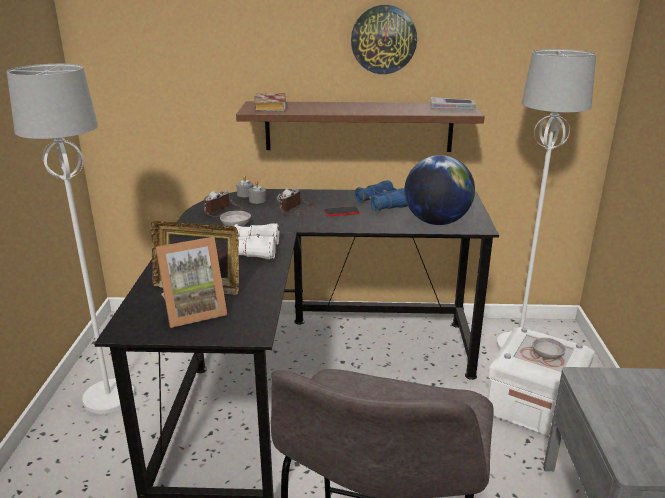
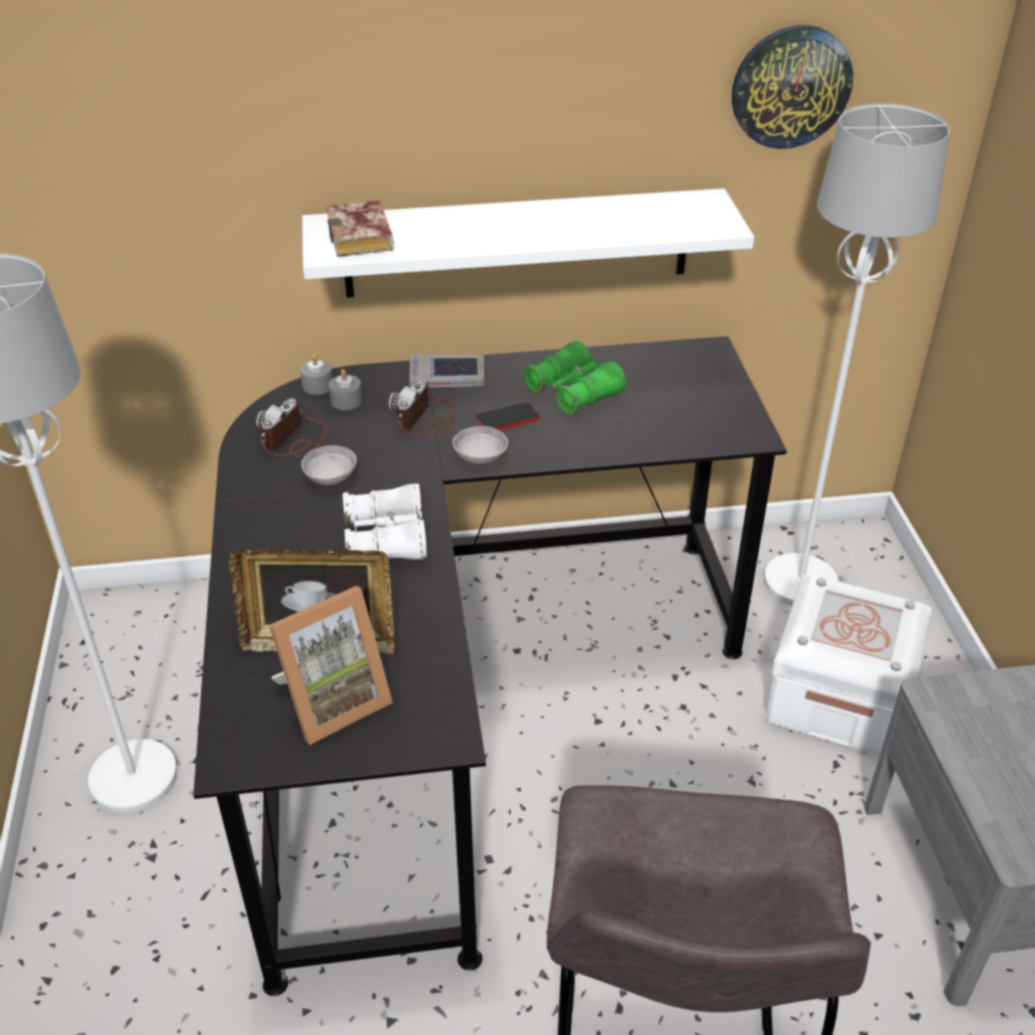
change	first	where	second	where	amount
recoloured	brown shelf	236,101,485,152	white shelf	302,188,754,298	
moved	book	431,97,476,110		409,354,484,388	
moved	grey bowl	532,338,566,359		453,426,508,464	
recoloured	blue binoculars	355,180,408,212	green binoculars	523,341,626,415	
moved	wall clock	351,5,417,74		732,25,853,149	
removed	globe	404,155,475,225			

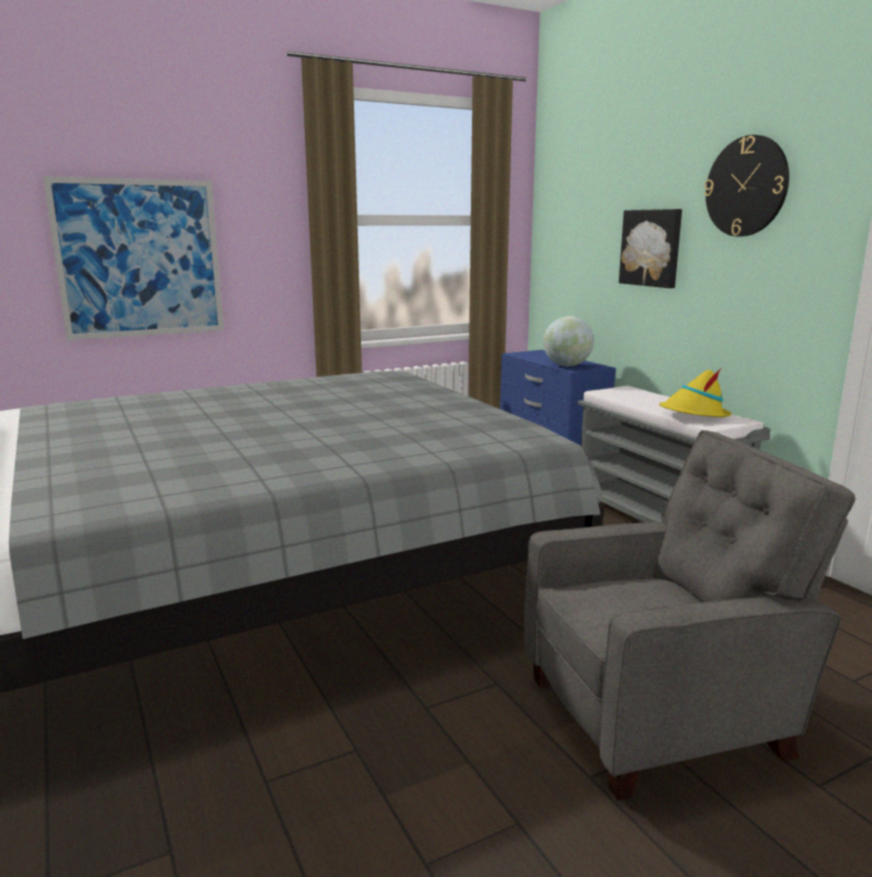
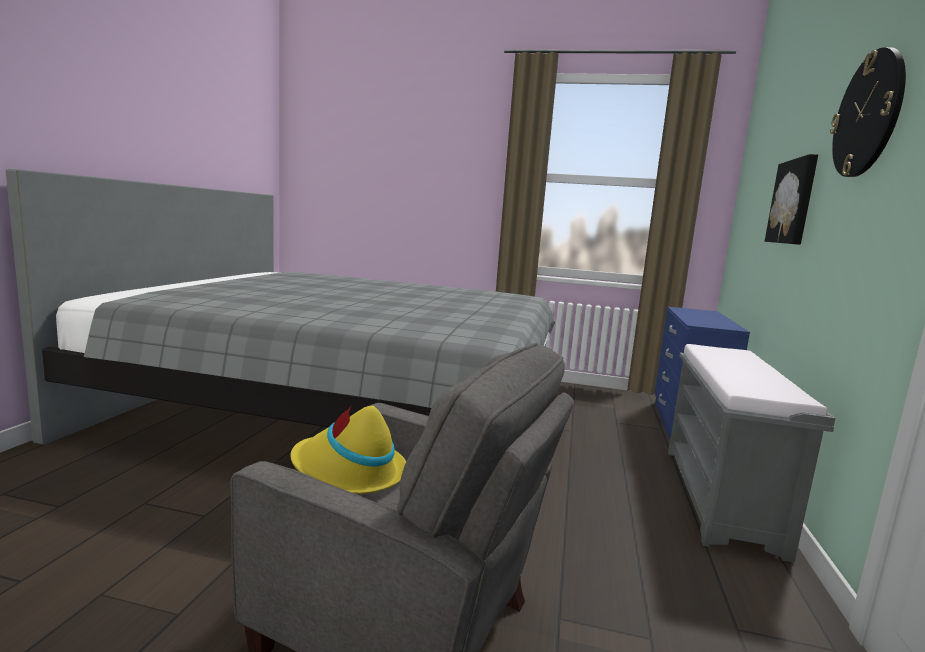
change	first	where	second	where	amount
moved	yellow hat	659,368,732,417		290,406,406,494	
removed	picture	43,176,224,340			
removed	globe	543,316,594,367			

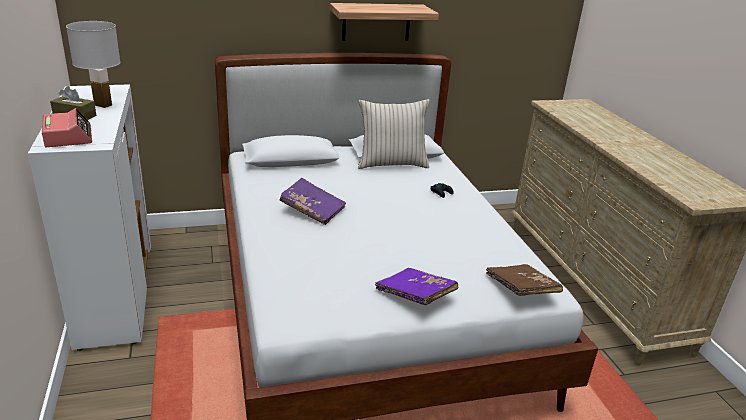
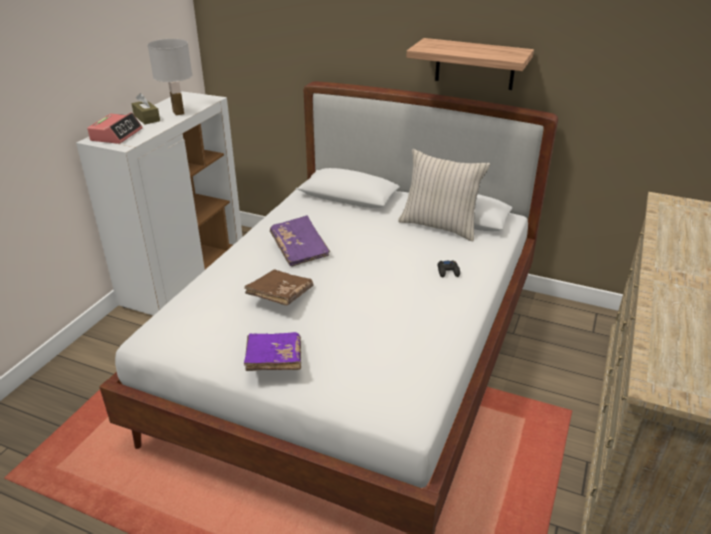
change	first	where	second	where	amount
moved	brown book	486,264,563,296		244,269,313,306	

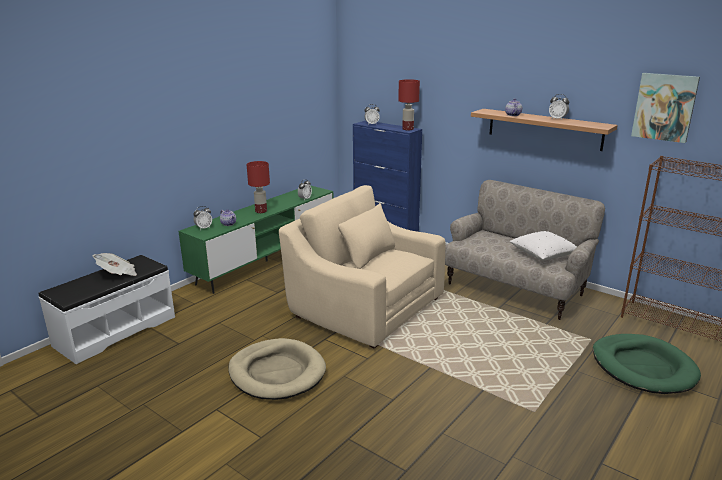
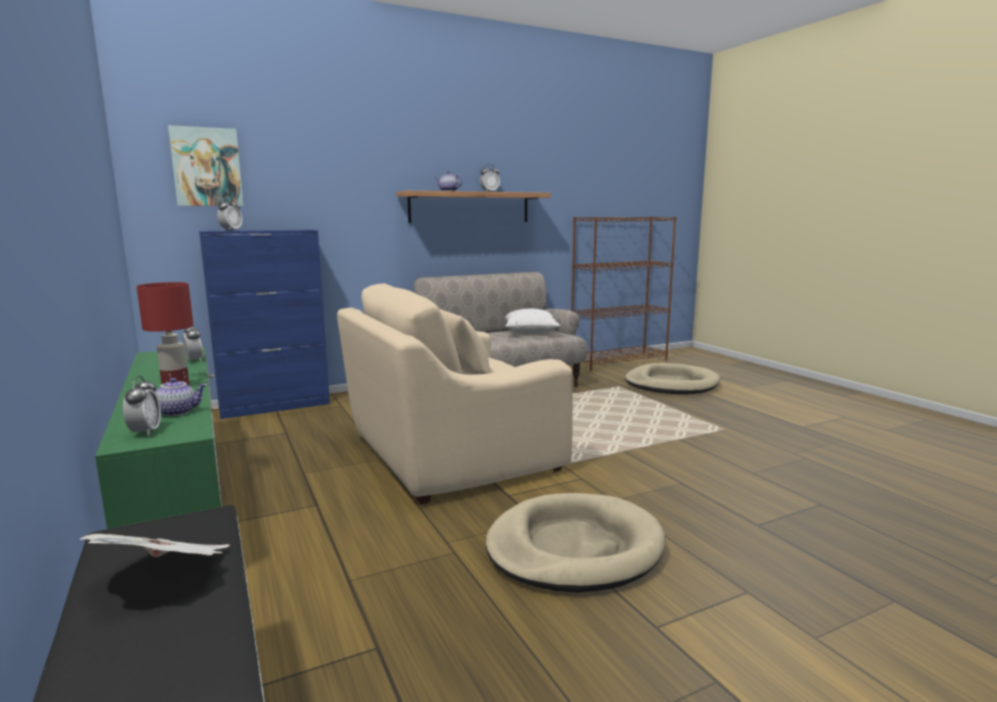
change	first	where	second	where	amount
moved	picture	631,73,700,143		168,125,244,206	
recoloured	green dog bed	593,334,701,394	beige dog bed	625,363,720,394	
removed	red table lamp	398,79,420,130			

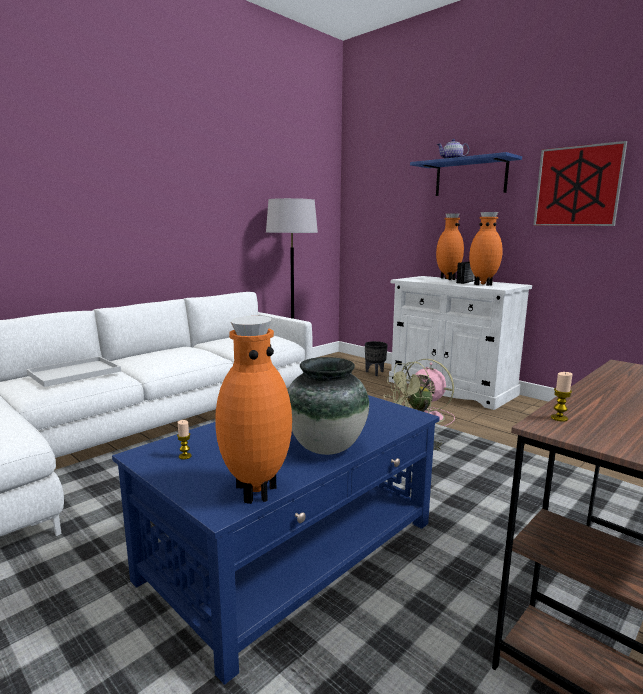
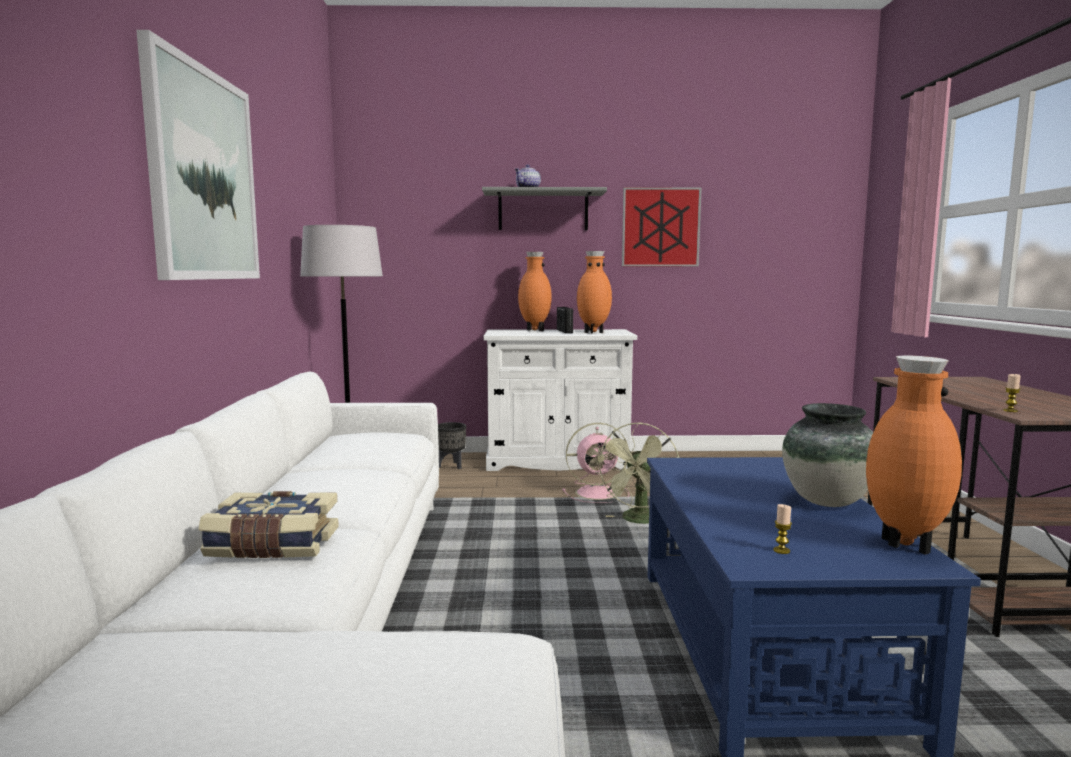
change	first	where	second	where	amount
added			picture	136,30,260,280	
replaced	white tray	26,356,121,387	book	198,491,339,558	
recoloured	blue shelf	410,152,522,196	grey shelf	482,187,607,230	

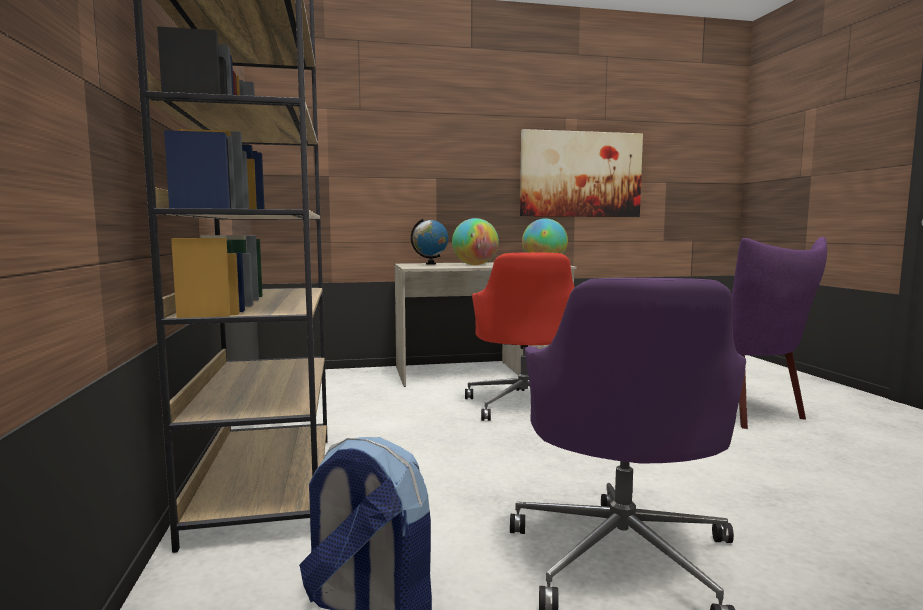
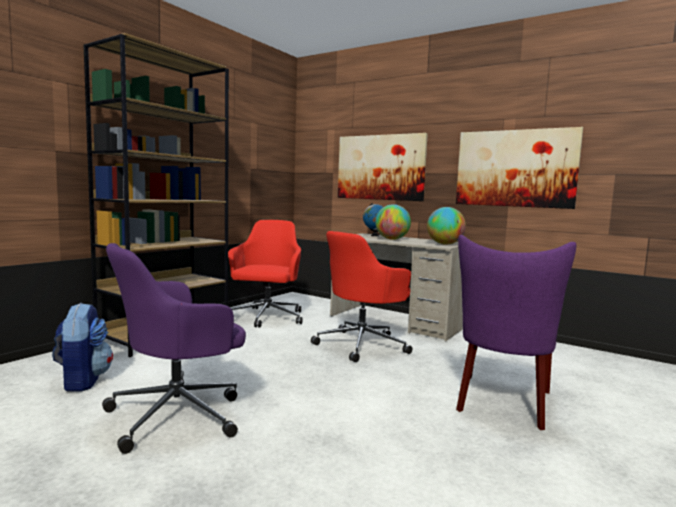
change	first	where	second	where	amount
added			red office chair	228,220,303,327	
added			picture	338,133,428,201	

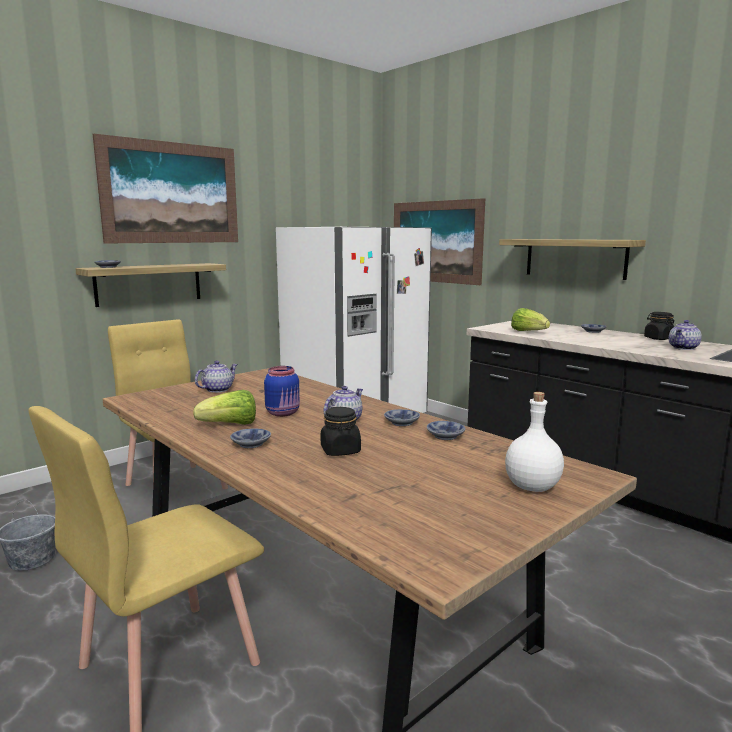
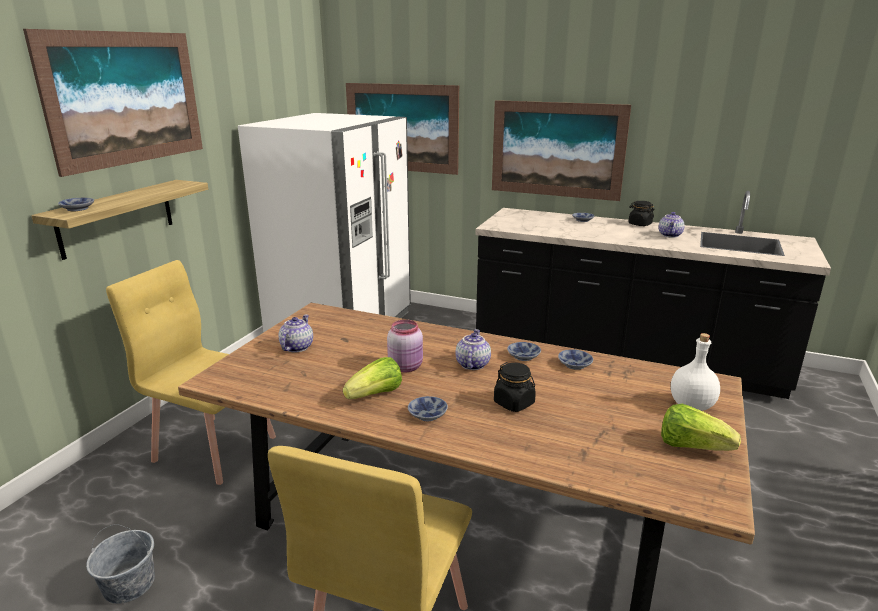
change	first	where	second	where	amount
recoloured	blue jar	264,366,300,417	pink jar	387,320,423,372	
replaced	shelf	499,239,646,280	picture	492,100,631,201	
moved	lettuce	511,308,550,331		661,404,741,451	

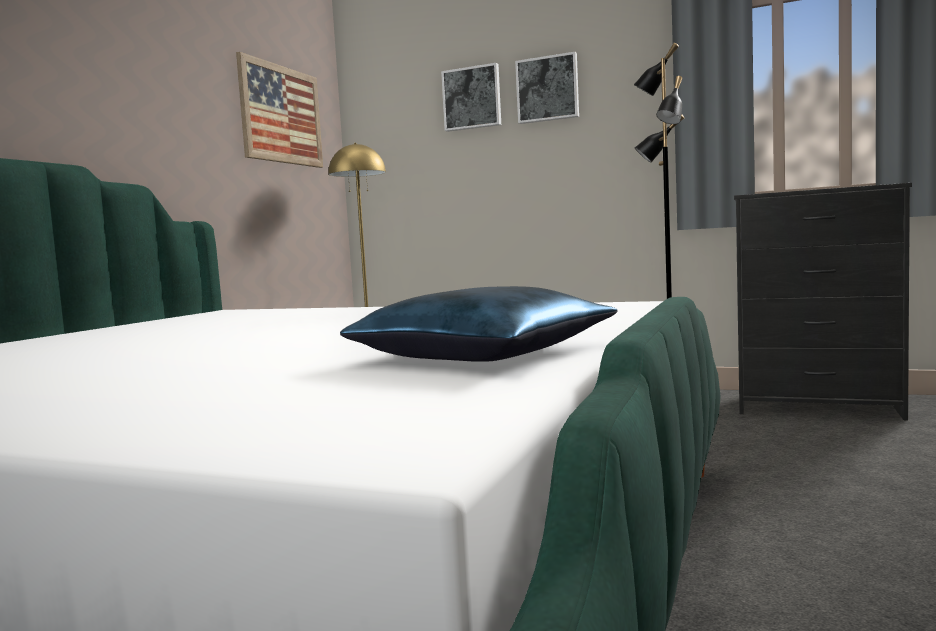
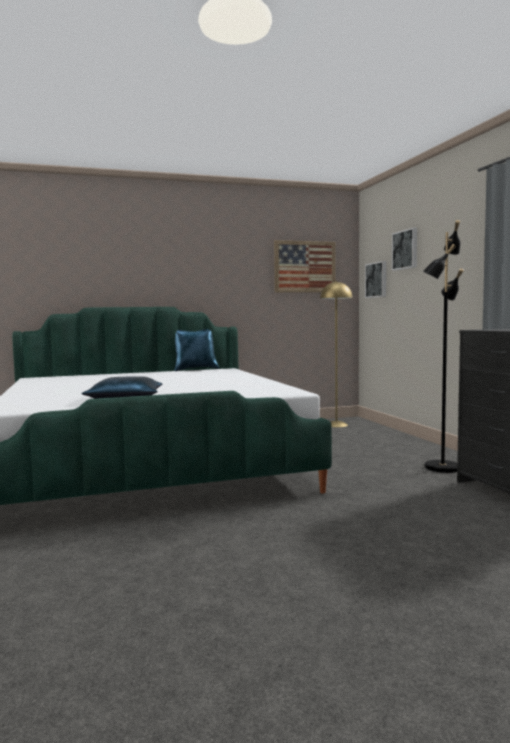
change	first	where	second	where	amount
added			blue pillow	174,329,219,371	
moved	picture	515,52,579,124		365,261,386,298	

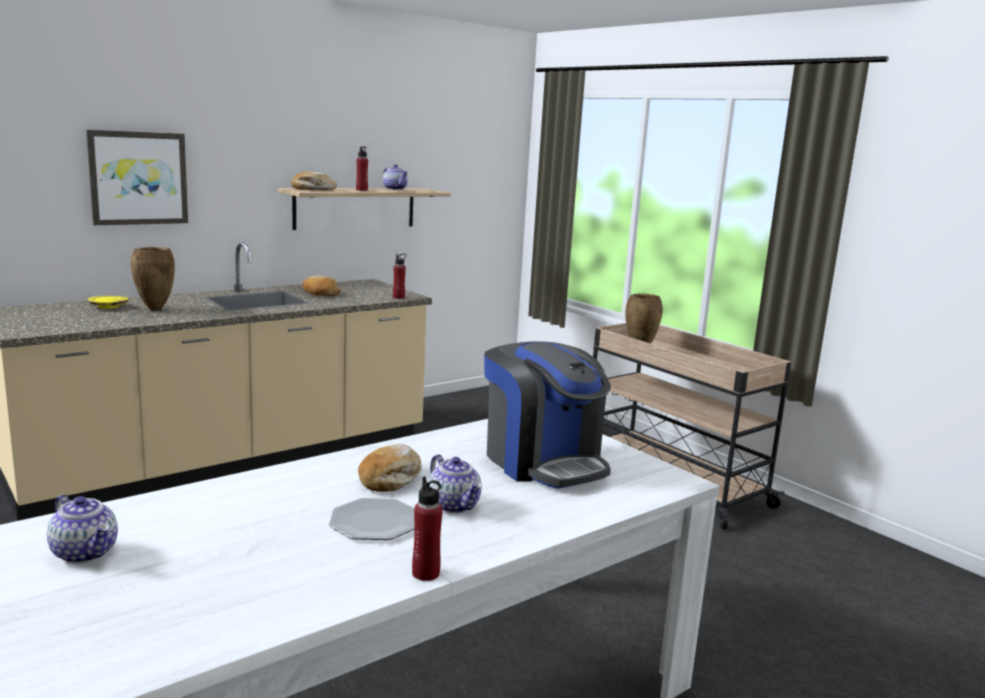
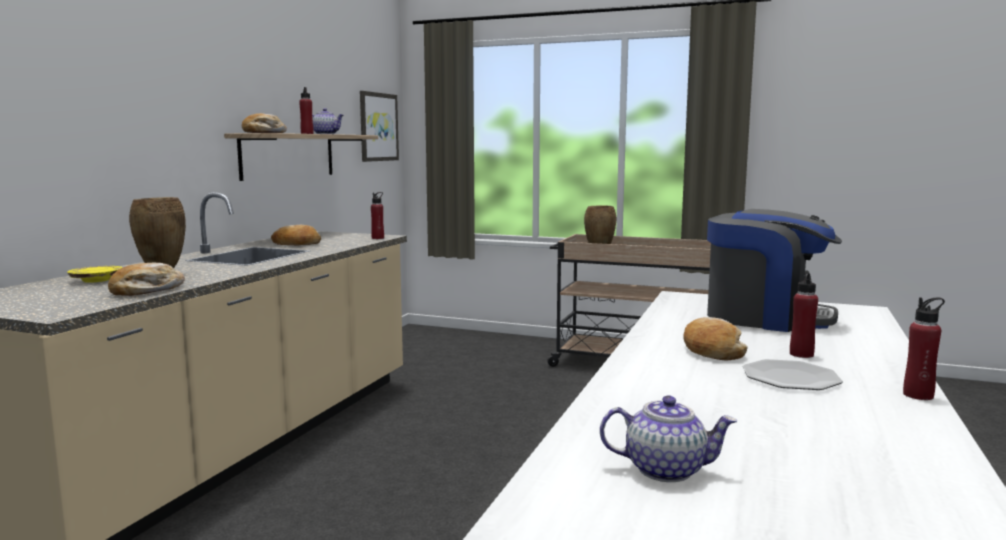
change	first	where	second	where	amount
added			bread	108,263,185,296	
moved	picture	86,130,188,225		360,91,399,162	
replaced	teapot	429,454,482,513	red bottle	790,270,818,358	

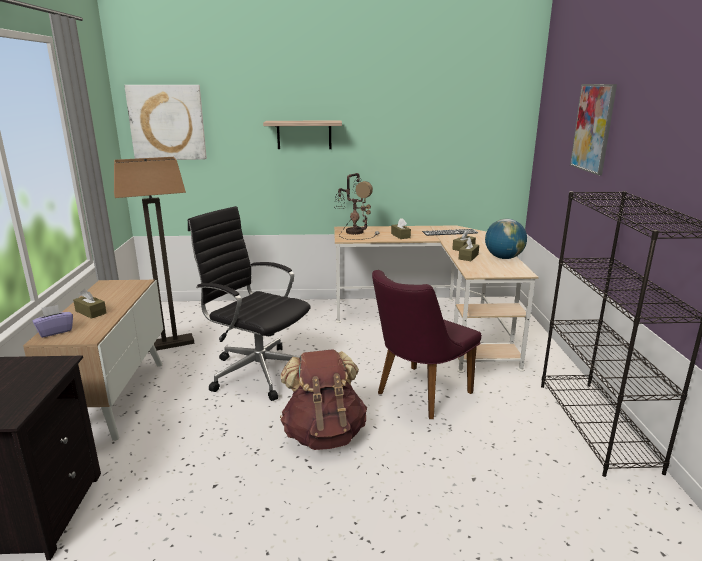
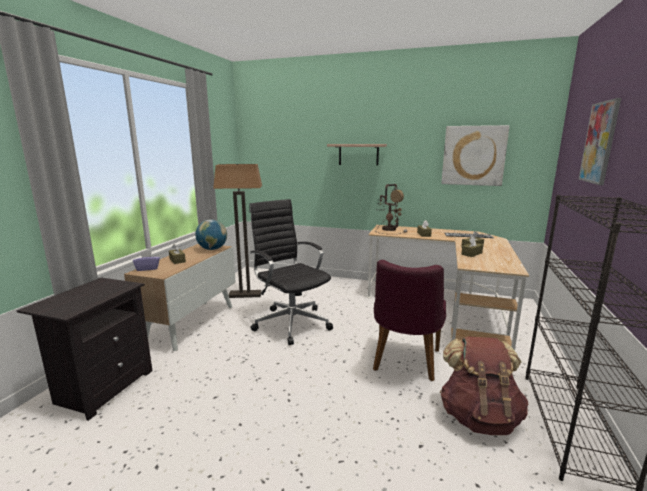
change	first	where	second	where	amount
moved	globe	485,219,527,259		195,219,227,250	
turned	purple chair	372,270,482,419		373,260,446,381	45 degrees counterclockwise
moved	brown backpack	280,349,367,450		440,336,528,435	
moved	picture	124,85,207,160		441,125,510,186	

